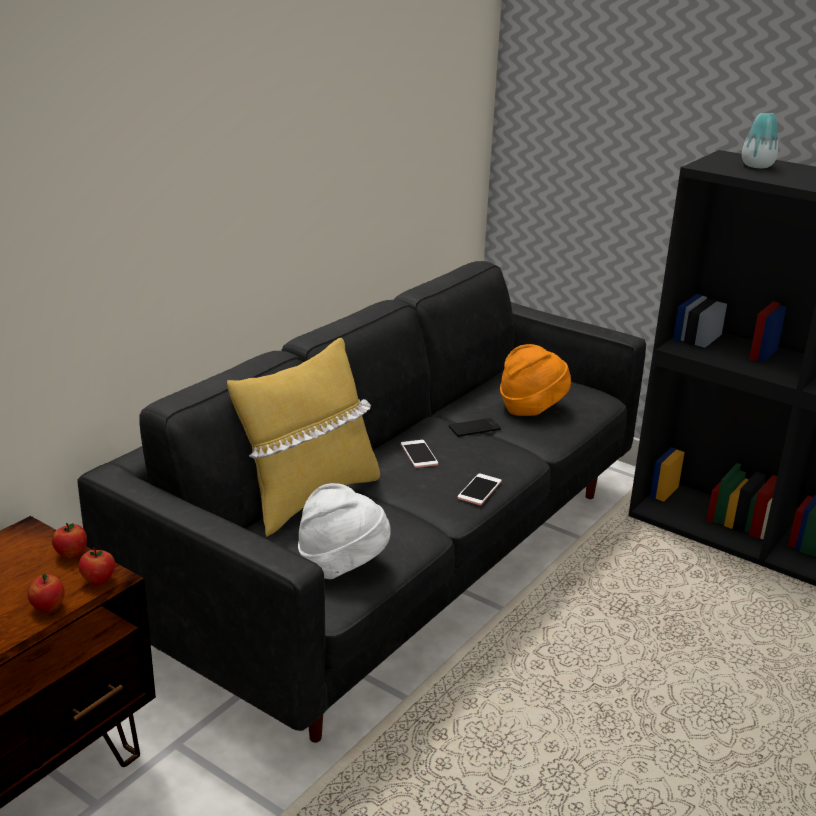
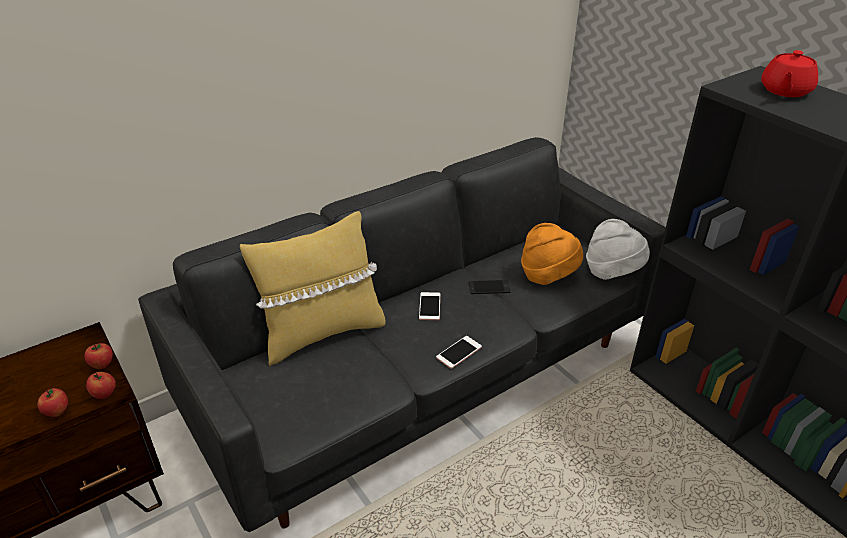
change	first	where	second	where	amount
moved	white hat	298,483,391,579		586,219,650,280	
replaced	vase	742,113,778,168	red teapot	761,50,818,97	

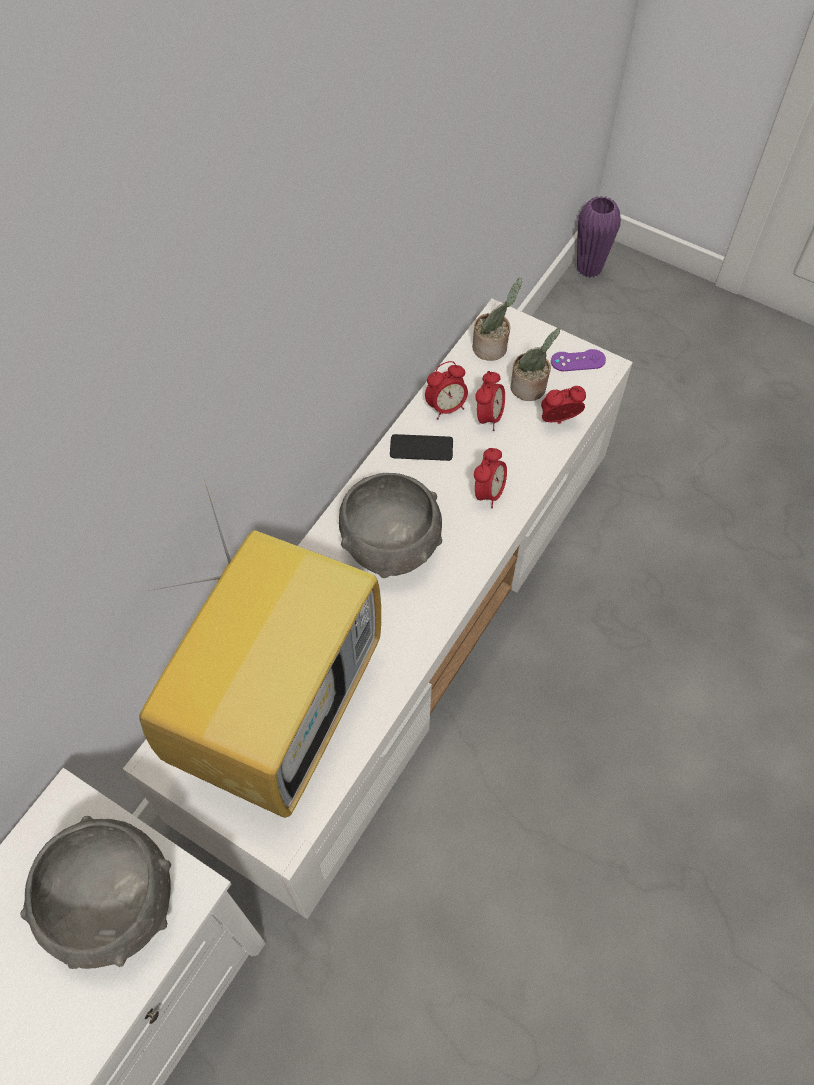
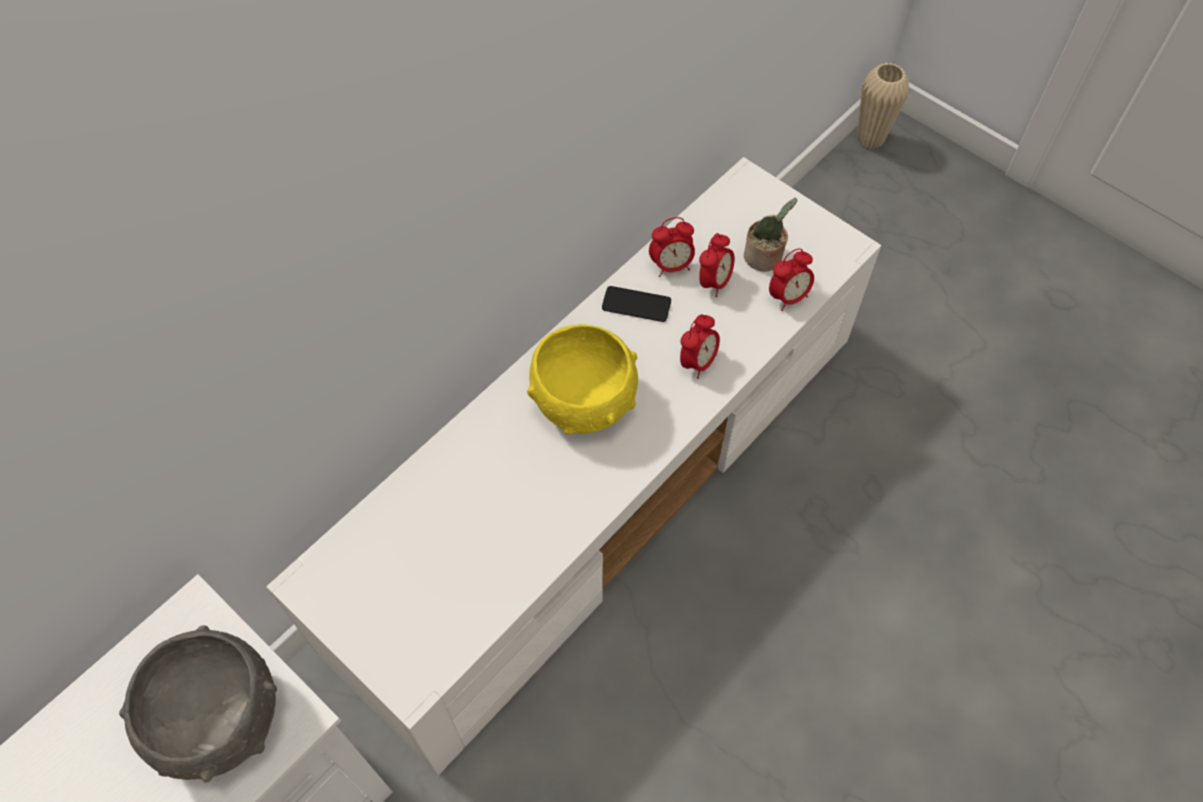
change	first	where	second	where	amount
recoloured	grey bowl	339,473,442,578	yellow bowl	527,324,638,434	
turned	alarm clock	541,386,586,424		769,248,814,311	150 degrees clockwise
recoloured	purple vase	577,196,621,277	beige vase	857,63,909,149	
removed	television	139,480,381,818			
removed	potted plant	472,278,522,361			
removed	purple game controller	551,349,606,371			

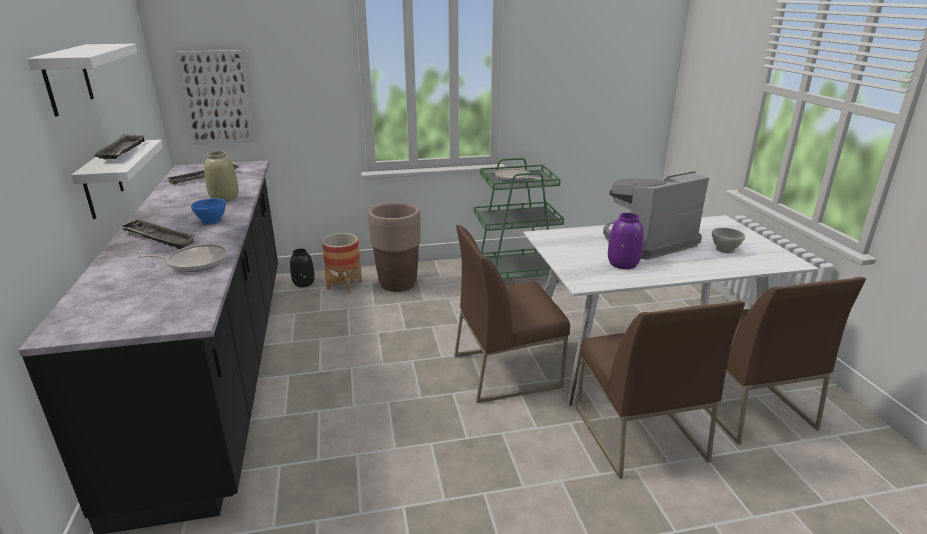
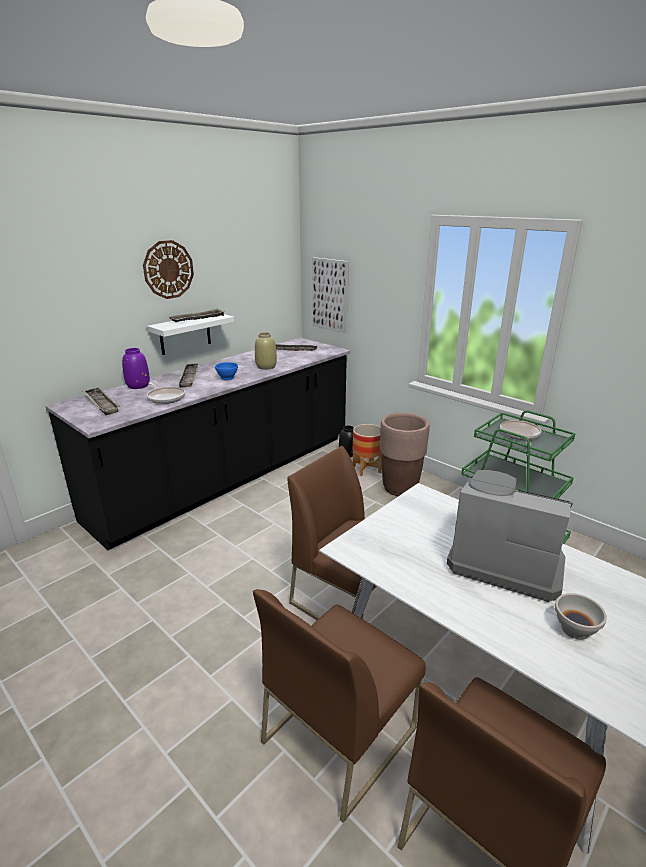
change	first	where	second	where	amount
added			tray	82,387,121,416	
moved	purple vase	608,213,644,269		122,348,150,389	
replaced	white shelf	27,44,137,116	wall clock	143,240,194,299	

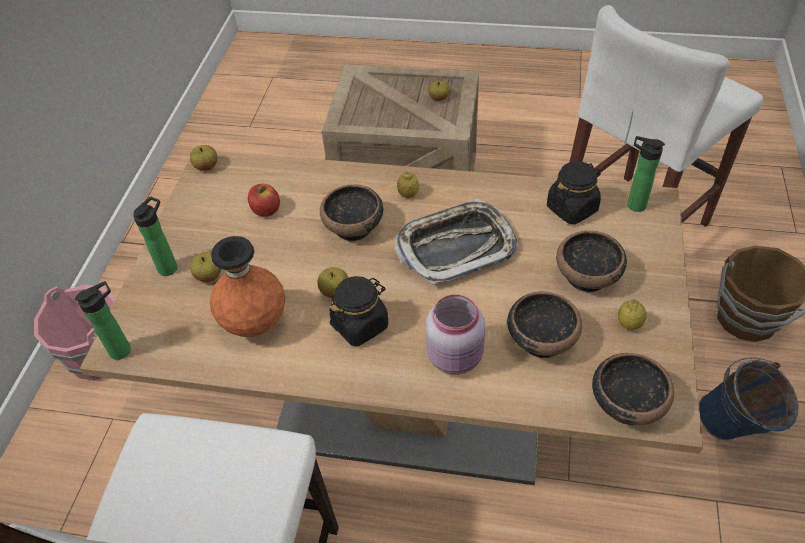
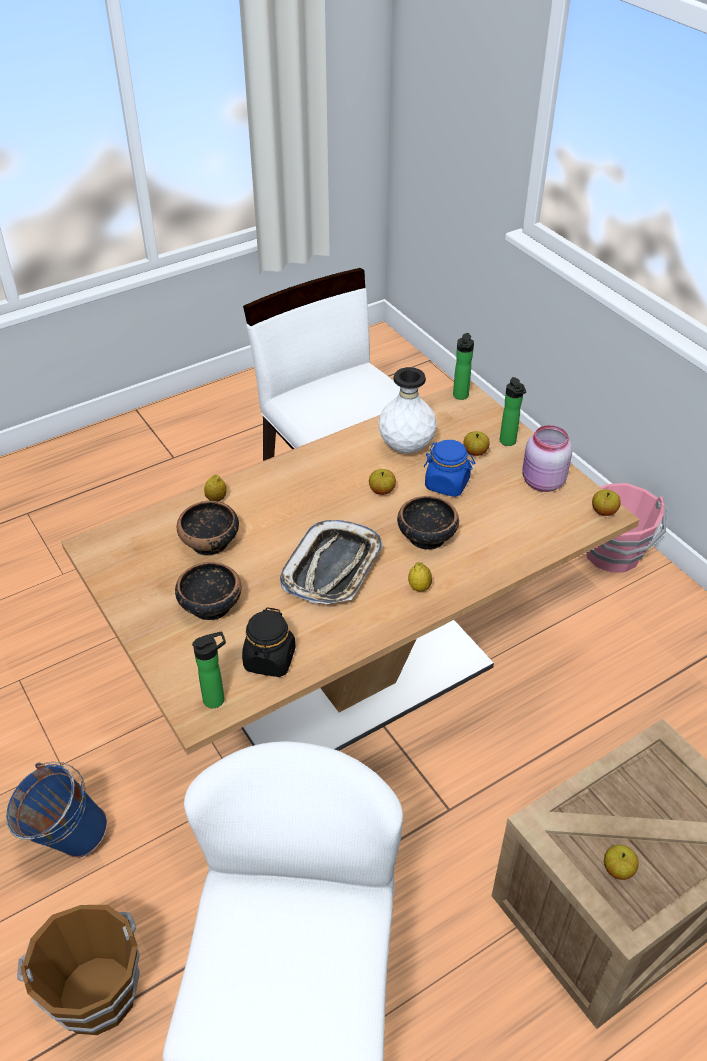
change	first	where	second	where	amount
moved	lemon	618,299,646,330		204,475,227,502	
recoloured	orange vase	210,236,285,337	white vase	378,367,437,453	
added			blue jar	424,440,475,497	
moved	pink jar	426,294,485,375		522,425,572,492	
removed	apple	248,184,280,217			
removed	black jar	329,276,388,346			
removed	bowl	592,353,674,425			

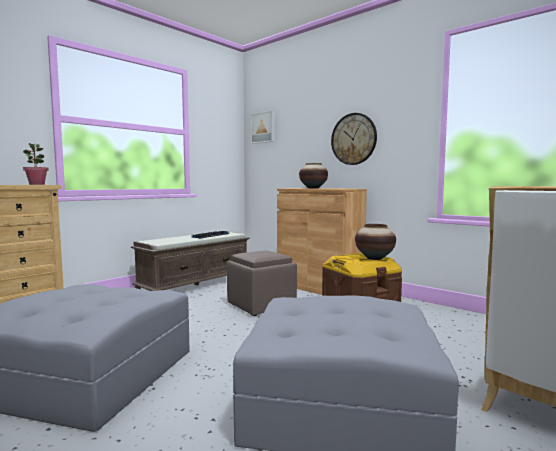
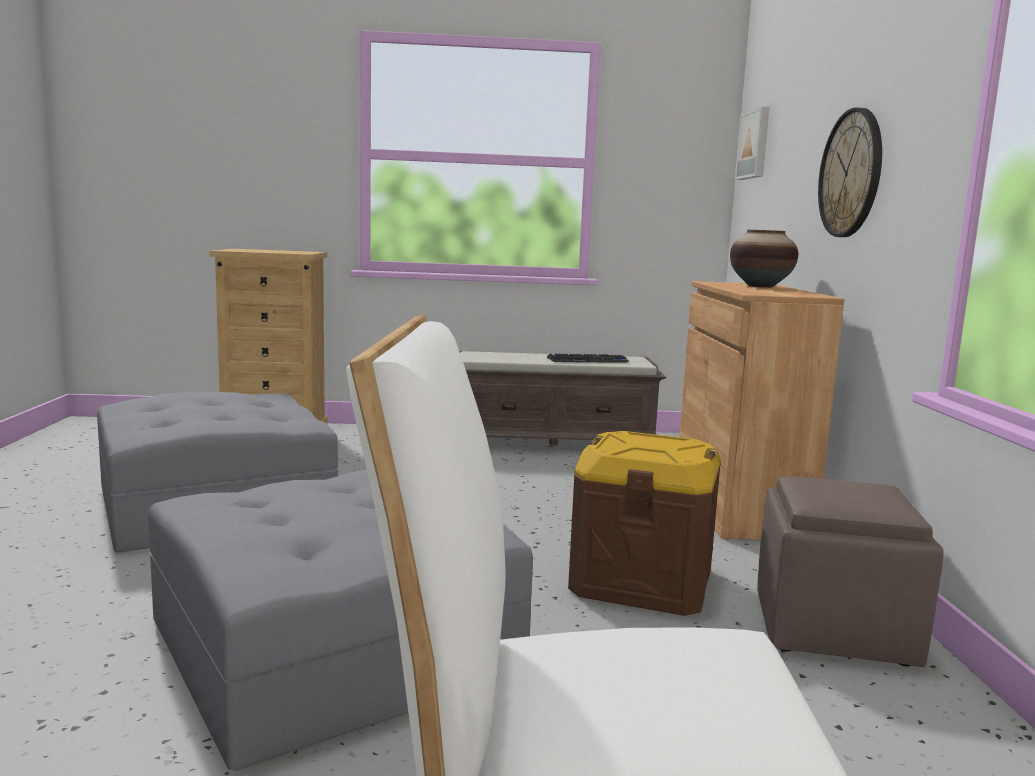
change	first	where	second	where	amount
moved	brown ottoman	227,250,297,316		757,476,944,667	
removed	potted plant	23,143,49,185			
removed	vase	355,224,396,260			

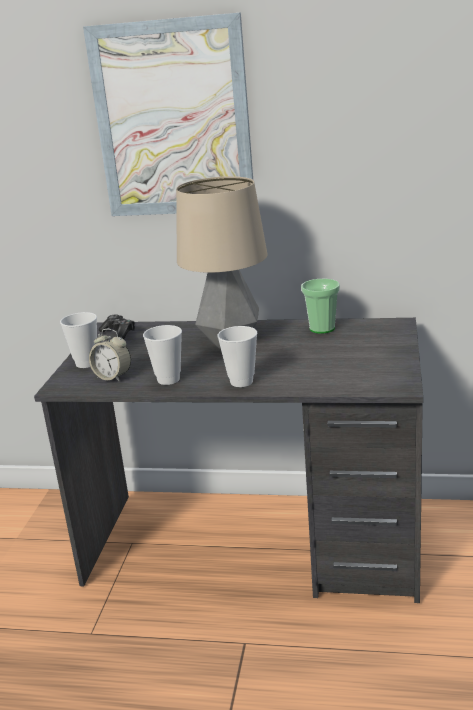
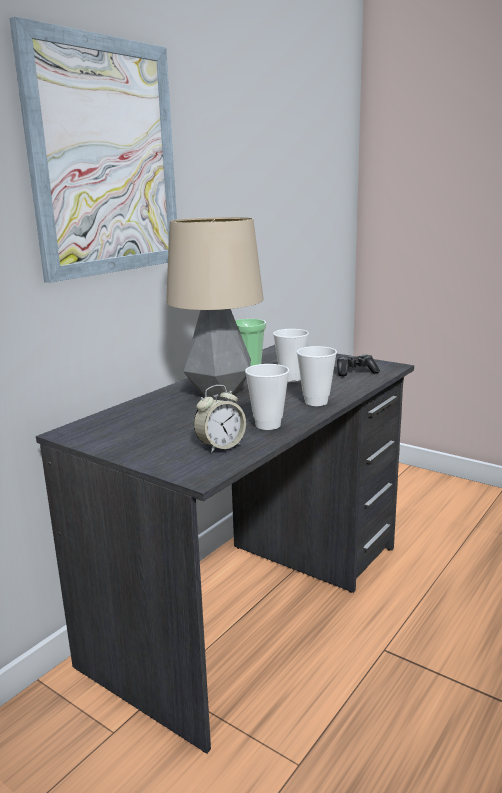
change	first	where	second	where	amount
moved	cup	60,312,97,368		273,329,309,382	
moved	game controller	98,315,135,339		337,355,380,377	

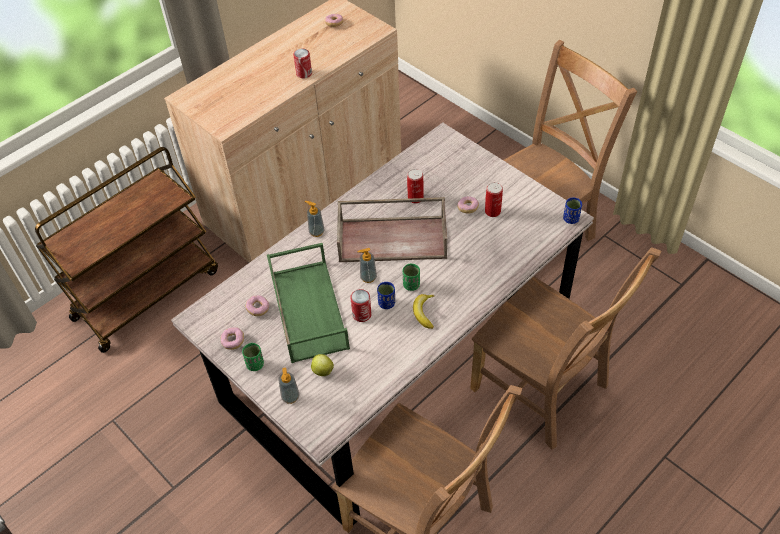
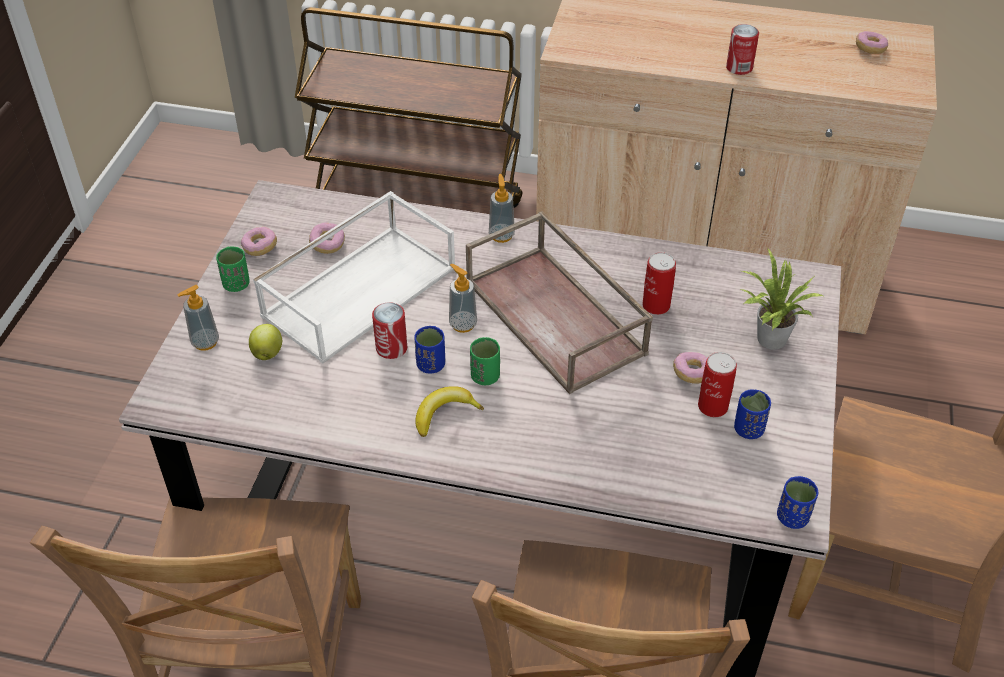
change	first	where	second	where	amount
recoloured	green tray	267,243,350,363	white tray	253,191,455,364	
added			blue cup	734,389,771,439	
added			potted plant	741,249,823,350	

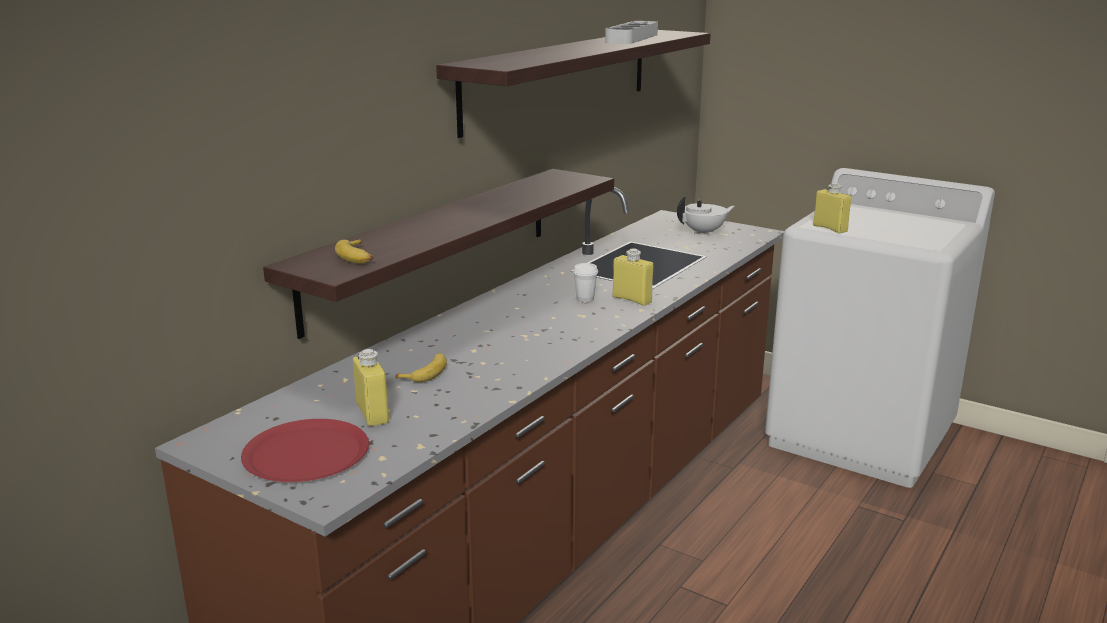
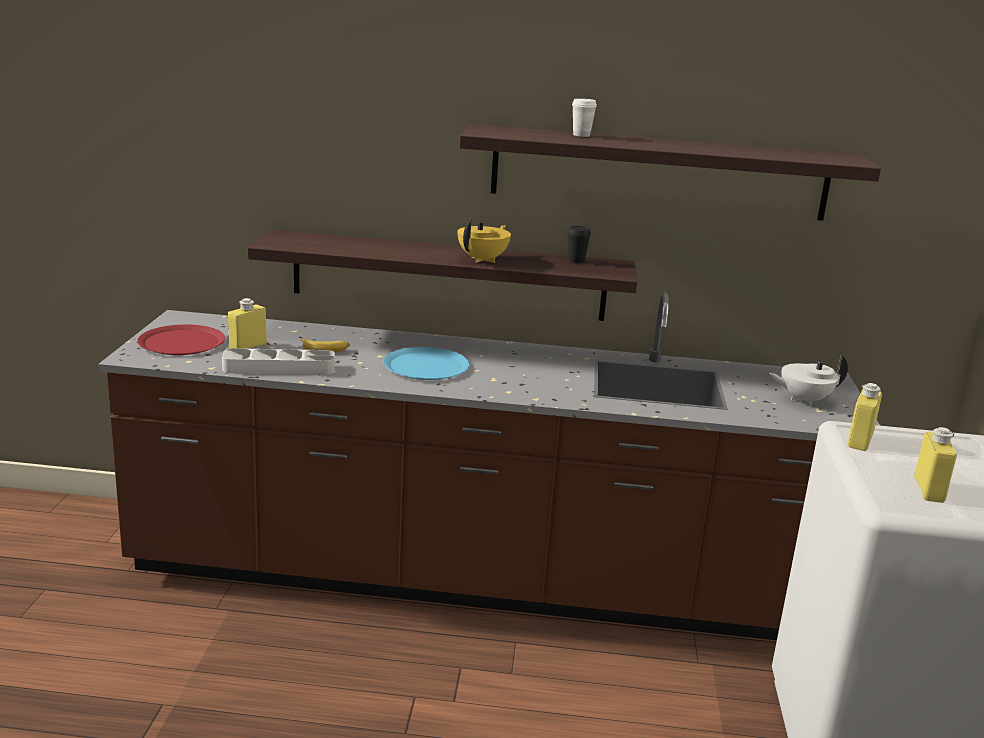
change	first	where	second	where	amount
moved	grey tray	605,21,658,44		222,348,335,375	
added			blue plate	384,347,469,380	
added			yellow teapot	457,218,511,263	
added			black cup	567,226,591,263	
moved	white cup	573,263,598,303		572,98,597,137	
turned	white teapot	677,196,734,236		769,355,848,406	135 degrees clockwise
moved	yellow bottle	613,248,653,306		914,427,957,503	
removed	banana	335,239,373,264			

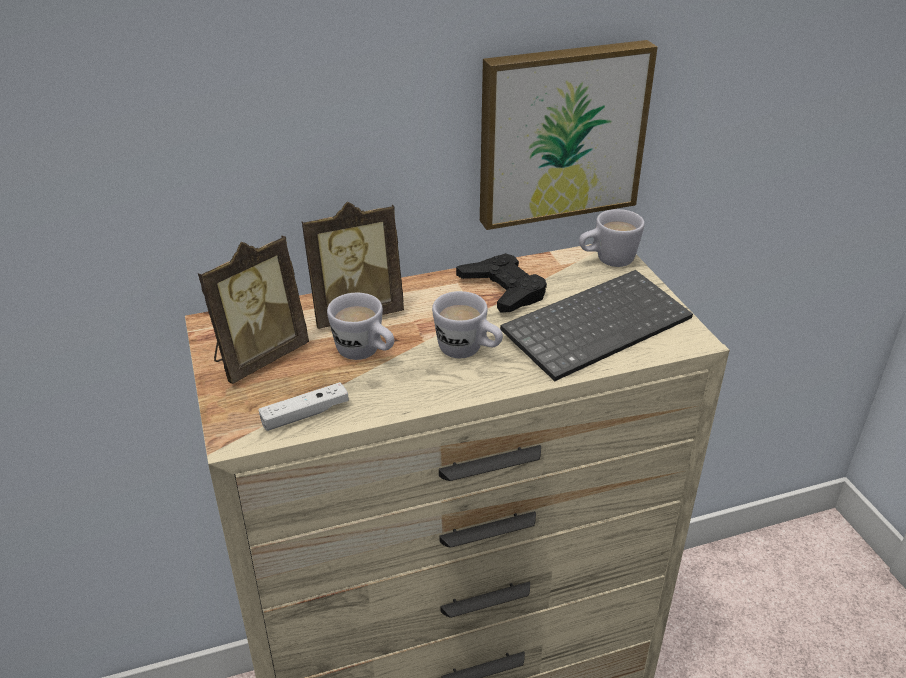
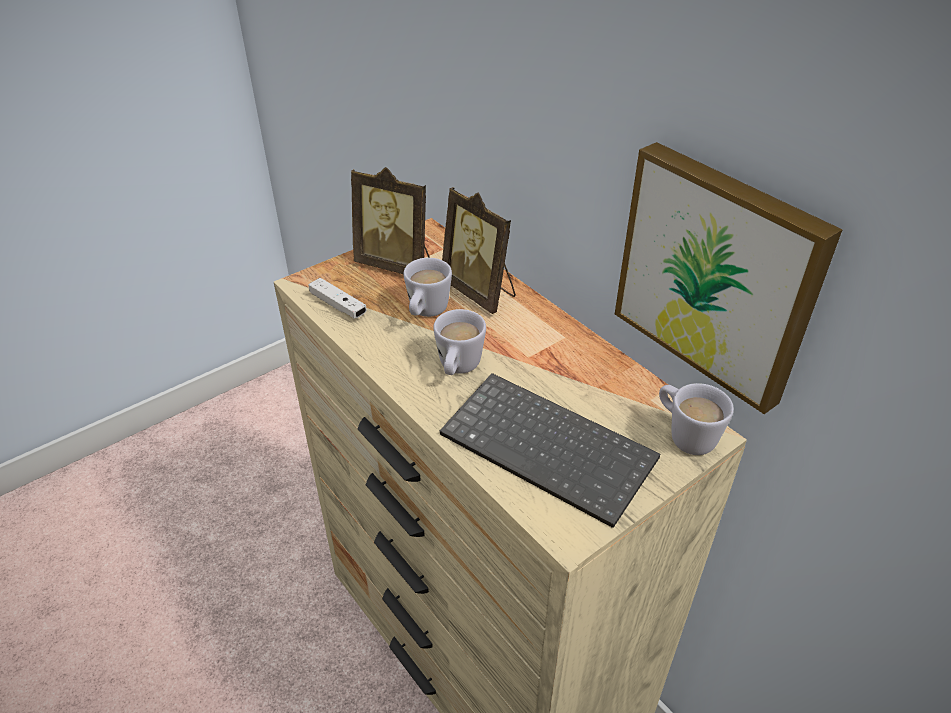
change	first	where	second	where	amount
removed	black game controller	456,253,547,312			

